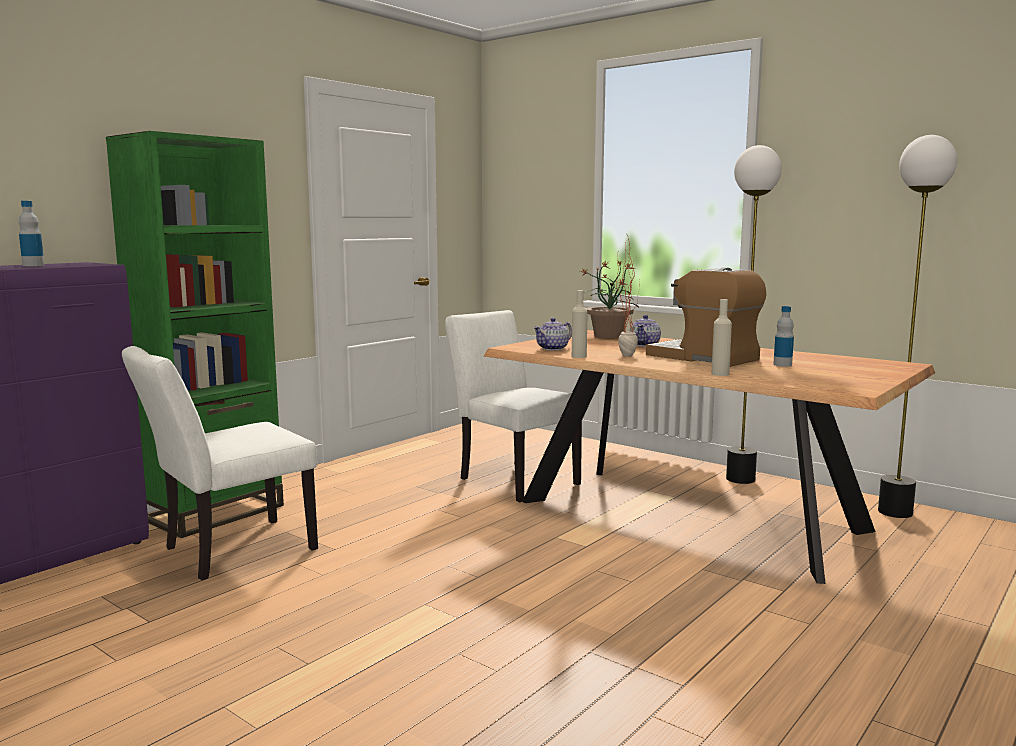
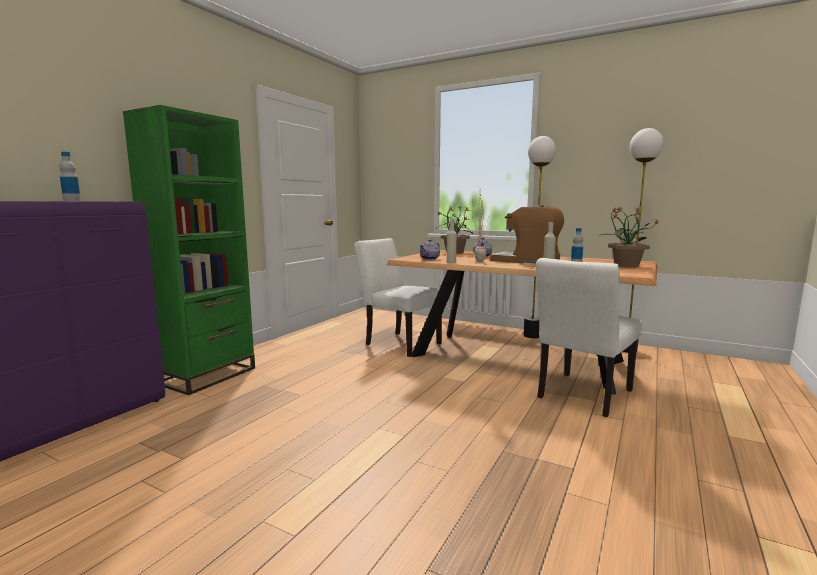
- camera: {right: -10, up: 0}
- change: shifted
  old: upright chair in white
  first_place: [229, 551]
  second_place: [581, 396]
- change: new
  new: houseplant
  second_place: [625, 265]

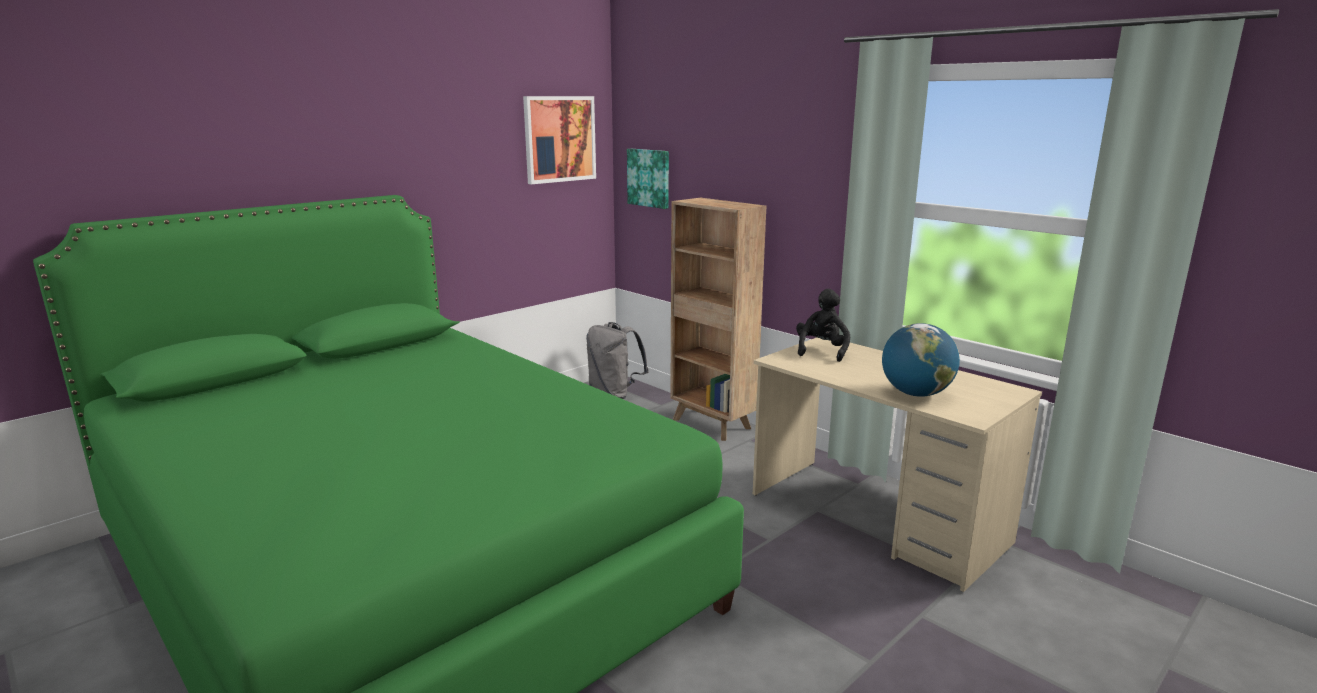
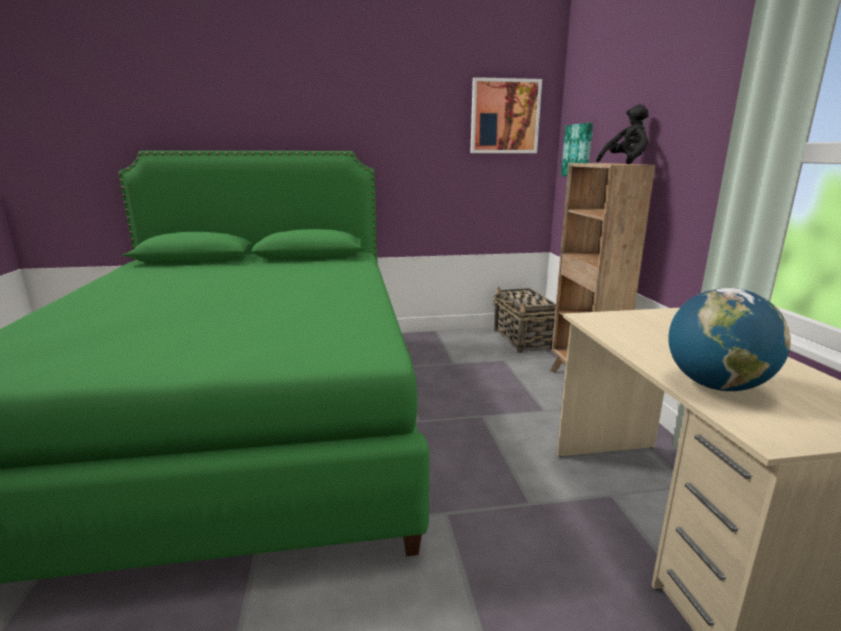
- camera: {right: 35, up: 0}
- change: swapped
  old: rucksack in gray
  new: basket
  first_place: [614, 394]
  second_place: [523, 339]
- change: shifted
  old: cuddly toy in blackish
  first_place: [821, 351]
  second_place: [625, 163]

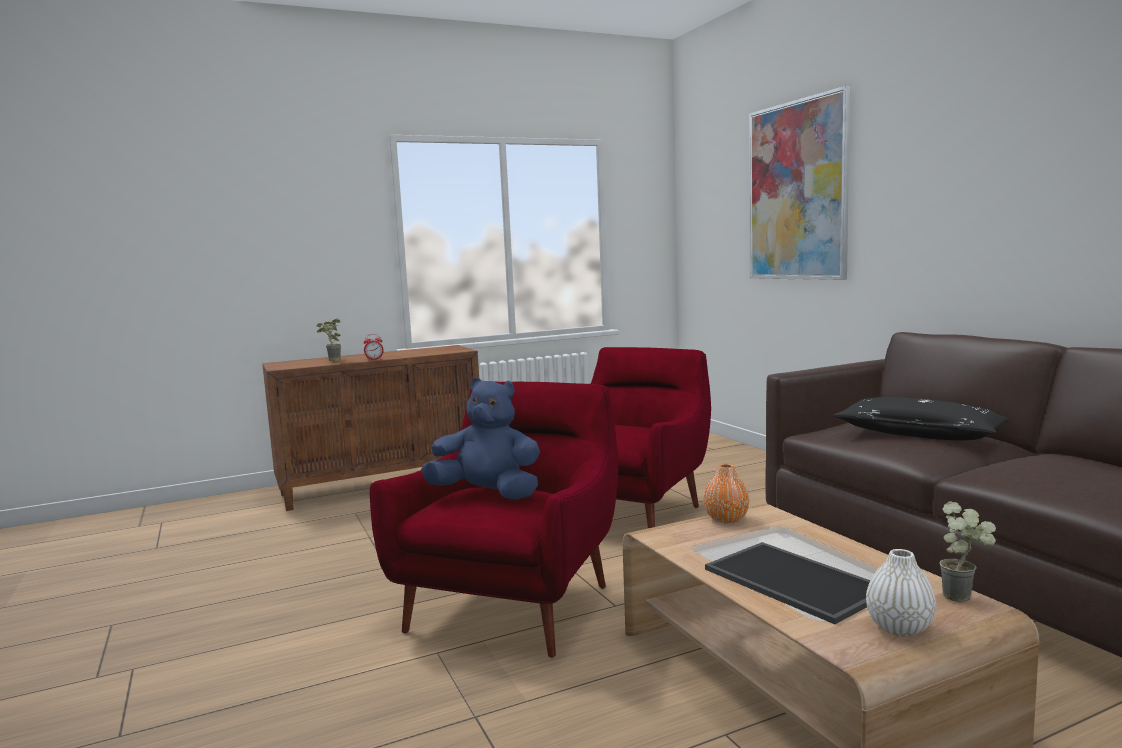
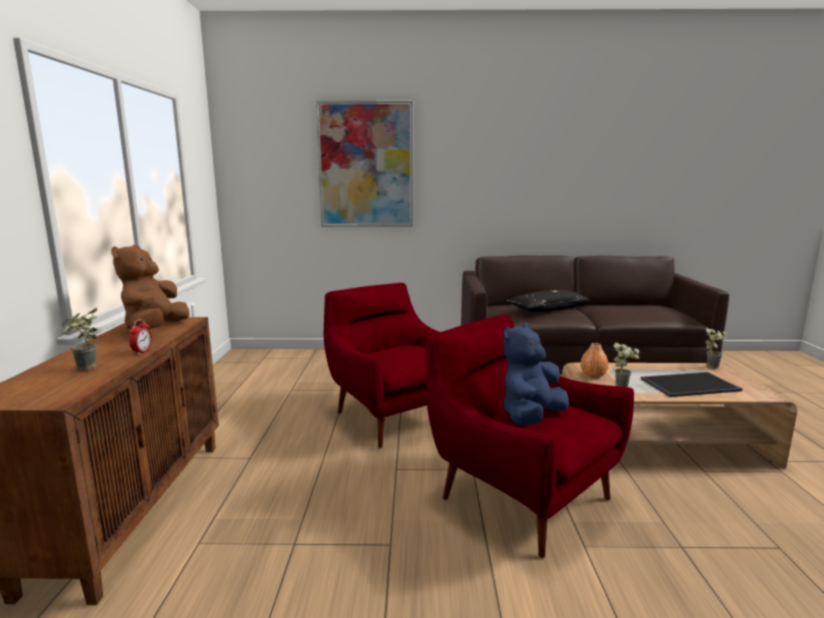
- camera: {right: -65, up: 5}
- change: gone
  old: flower vase in white
  first_place: [899, 628]
- change: new
  new: cuddly toy in brownish
  second_place: [155, 329]
- change: new
  new: houseplant
  second_place: [623, 385]

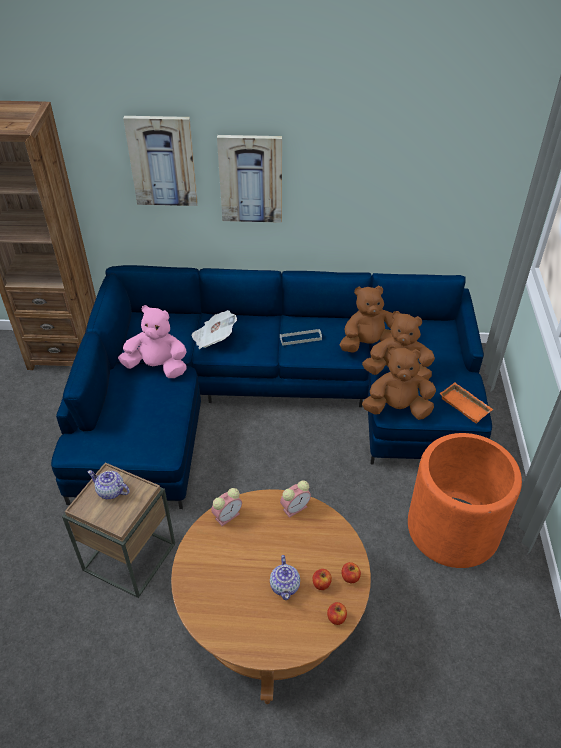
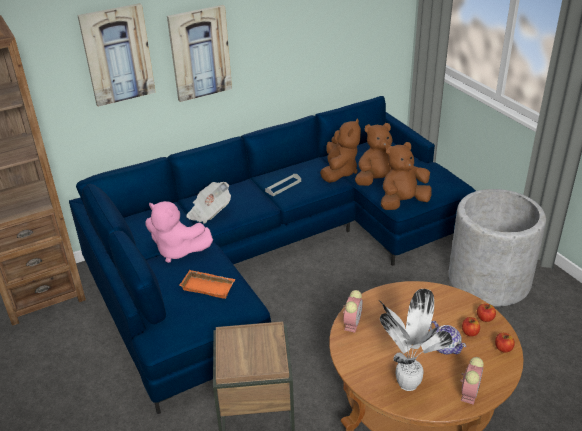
- camera: {right: -30, up: -10}
- change: gone
  old: teapot
  first_place: [111, 491]
- change: rotated
  old: cuddly toy in pink
  first_place: [157, 367]
  second_place: [177, 251]
  degrees: -135
- change: shifted
  old: table clock
  first_place: [295, 507]
  second_place: [469, 392]
- change: rotated
  old: cuddly toy in brownish
  first_place: [368, 344]
  second_place: [339, 172]
  degrees: 150
- change: repainted
  old: flower pot in orange-coloured
  new: flower pot in gray
  first_place: [452, 528]
  second_place: [488, 280]
- change: shifted
  old: tray in orange-coloured
  first_place: [466, 405]
  second_place: [209, 286]
- change: new
  new: houseplant
  second_place: [405, 384]

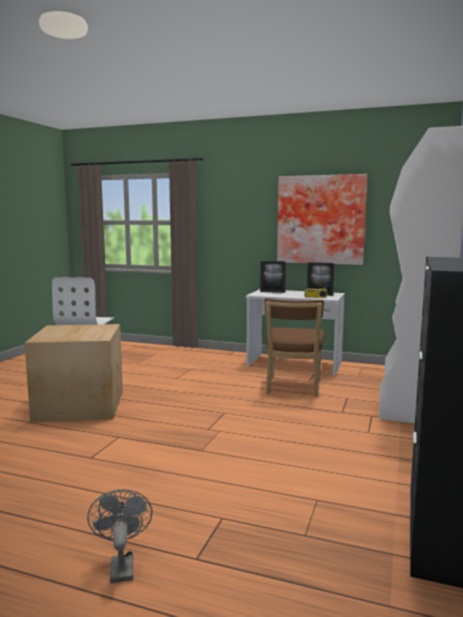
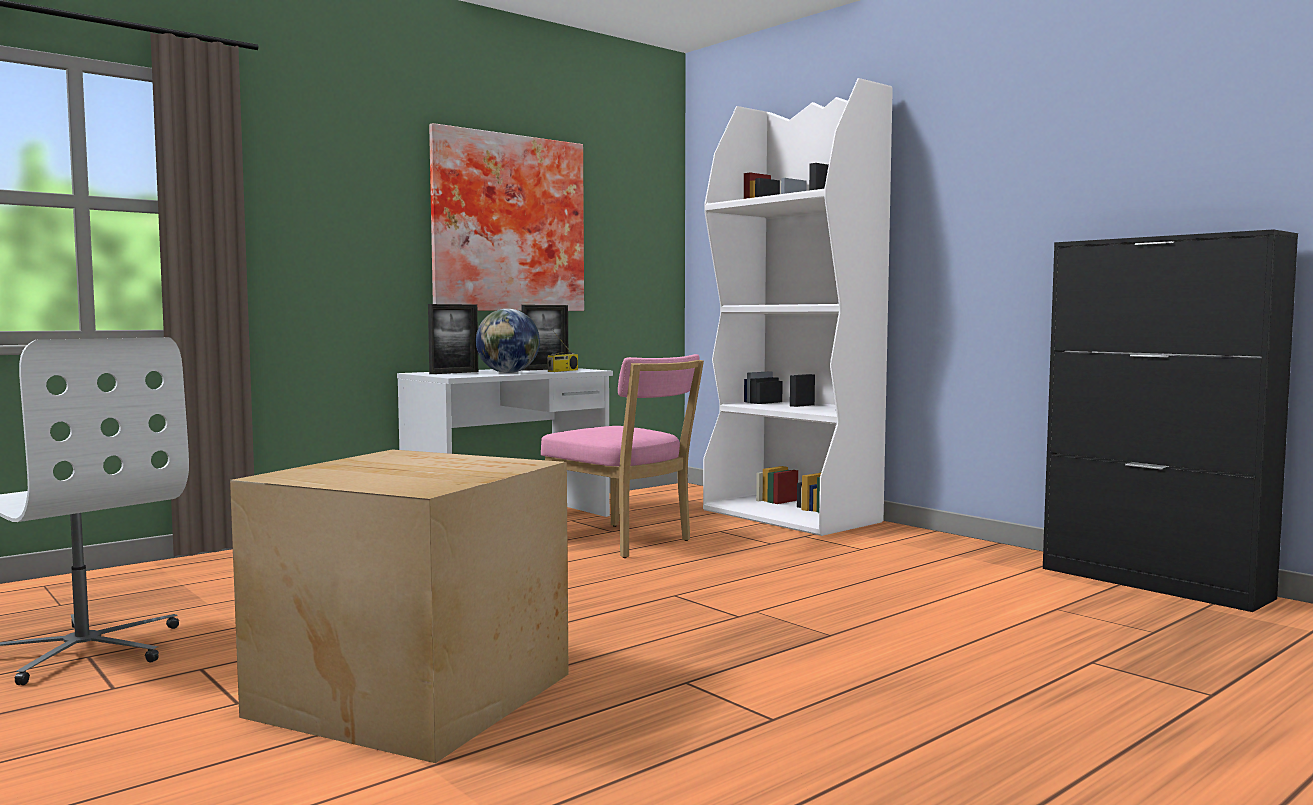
- camera: {right: -60, up: -5}
- change: gone
  old: fan in gray
  first_place: [121, 565]
- change: repainted
  old: upright chair in brownish
  new: upright chair in pink
  first_place: [293, 387]
  second_place: [623, 542]
- change: new
  new: globe
  second_place: [508, 373]

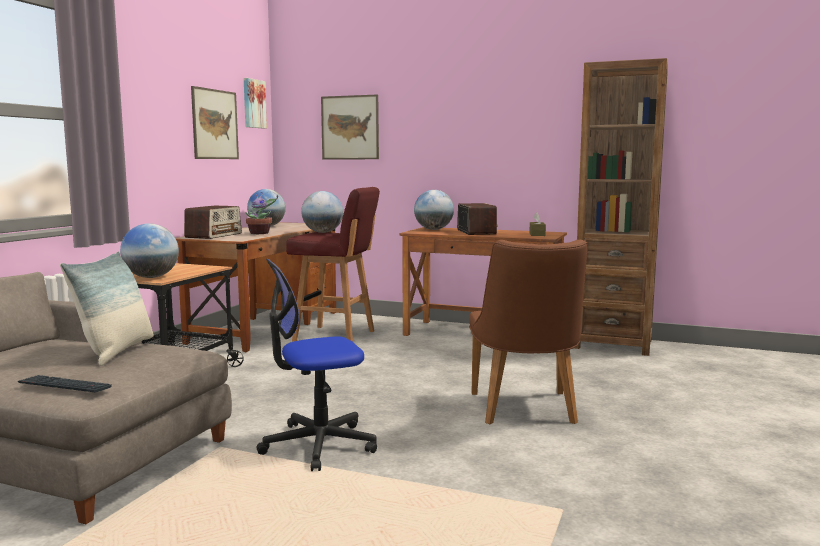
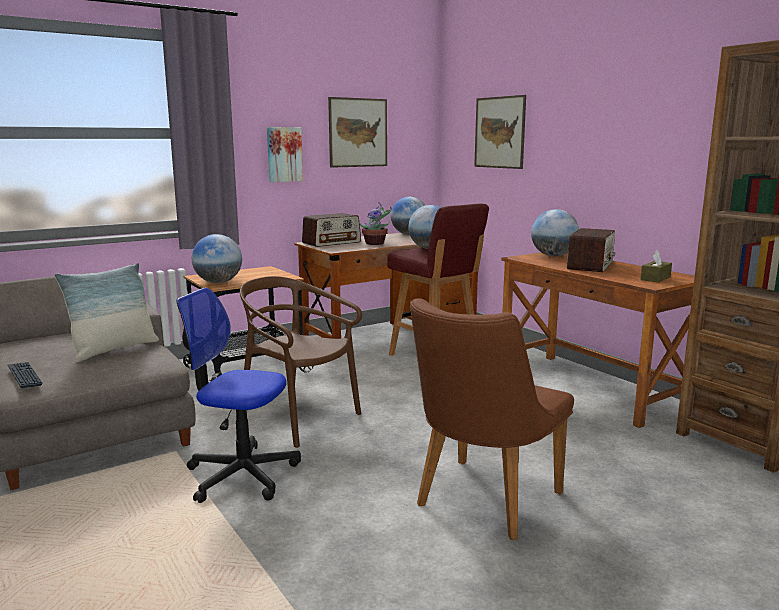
- camera: {right: 35, up: 5}
- change: shifted
  old: wall art
  first_place: [253, 103]
  second_place: [284, 154]
- change: new
  new: upright chair in brownish
  second_place: [299, 419]

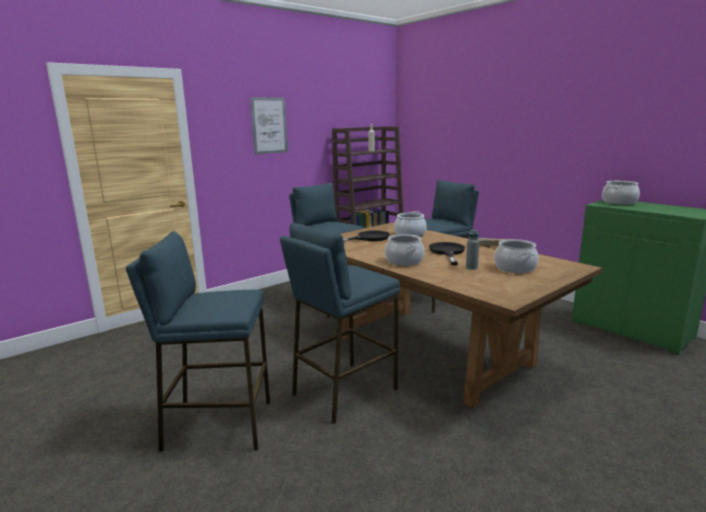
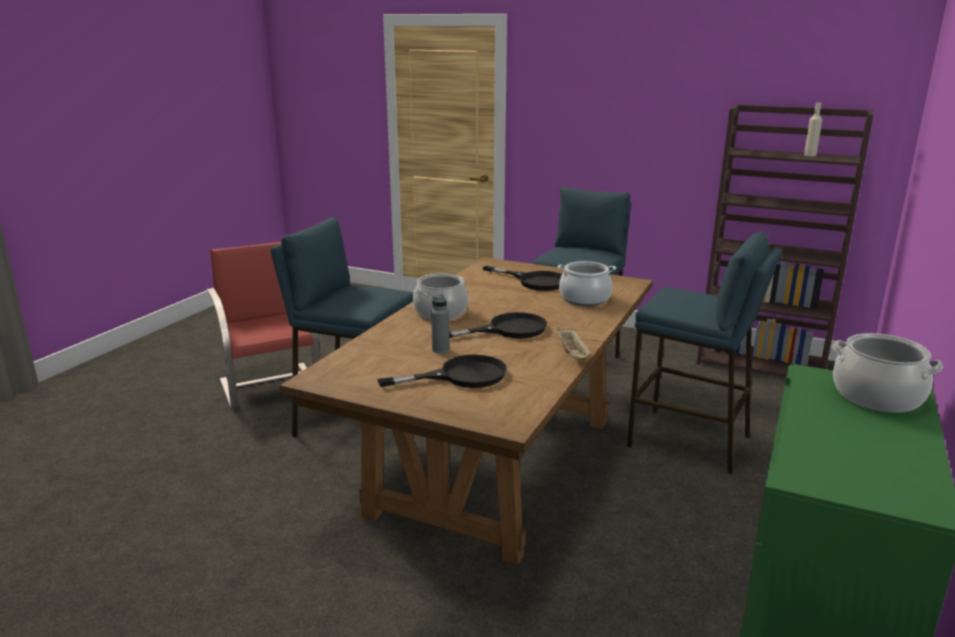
- camera: {right: 65, up: 5}
- change: swapped
  old: sitting stool in bluish
  new: upright chair in reddish
  first_place: [217, 425]
  second_place: [270, 385]
- change: gone
  old: wall art
  first_place: [269, 125]
- change: swapped
  old: saucepot
  new: frying pan in blackish
  first_place: [514, 268]
  second_place: [461, 376]

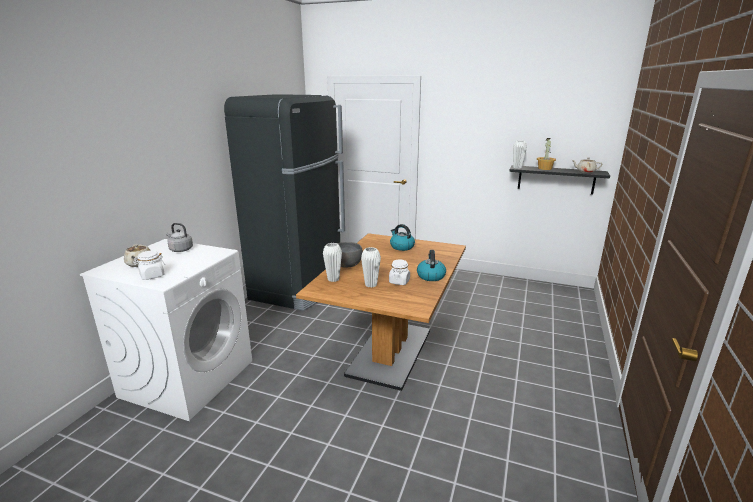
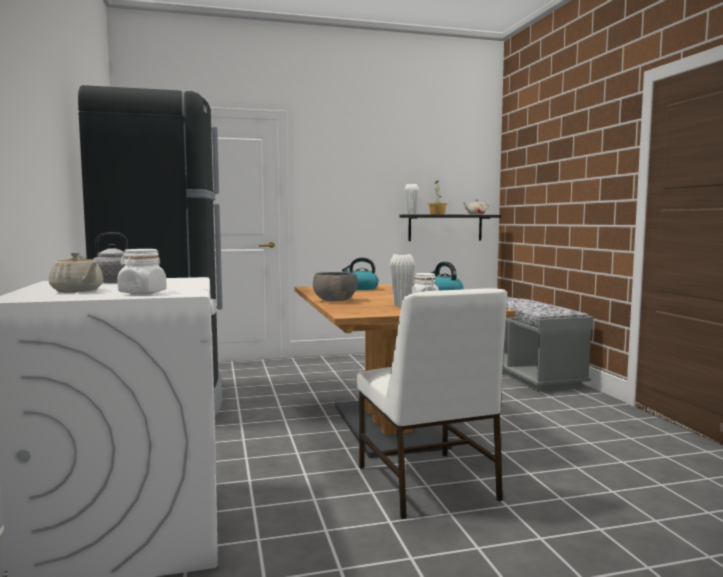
- camera: {right: -35, up: -15}
- change: gone
  old: flower vase in white
  first_place: [333, 279]
- change: new
  new: upright chair in white
  second_place: [426, 484]
- change: new
  new: indoor bench in gray
  second_place: [530, 375]

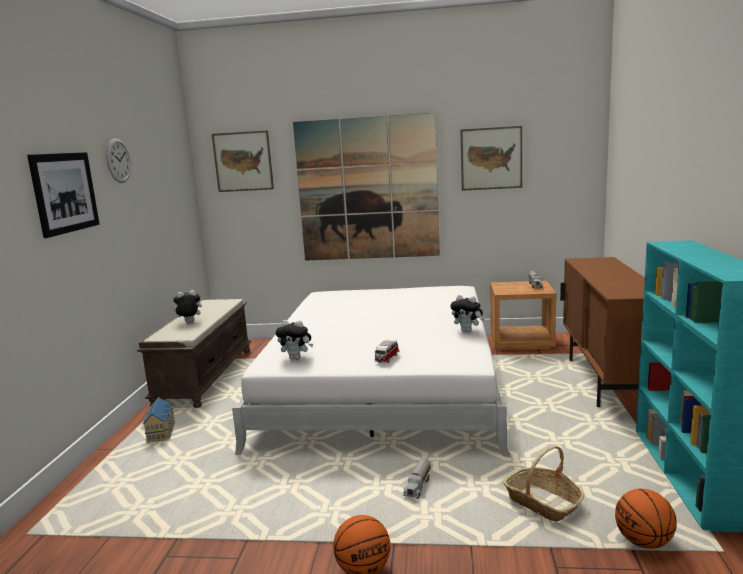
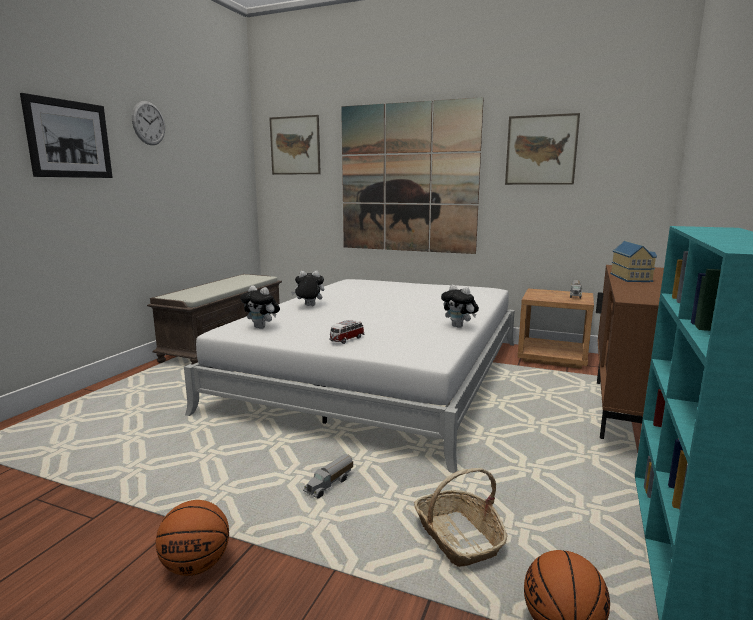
- camera: {right: 15, up: 0}
- change: shifted
  old: toy house
  first_place: [162, 432]
  second_place: [632, 277]
- change: shifted
  old: cuddly toy
  first_place: [189, 322]
  second_place: [309, 306]

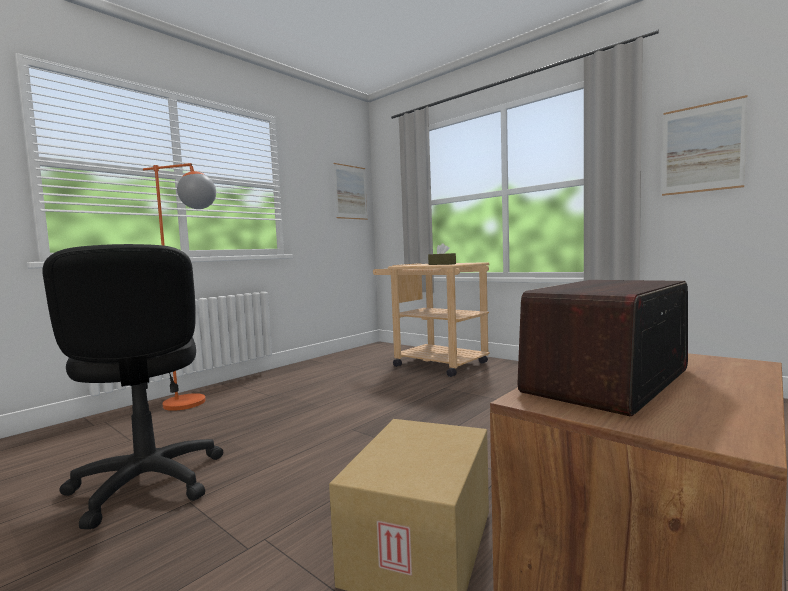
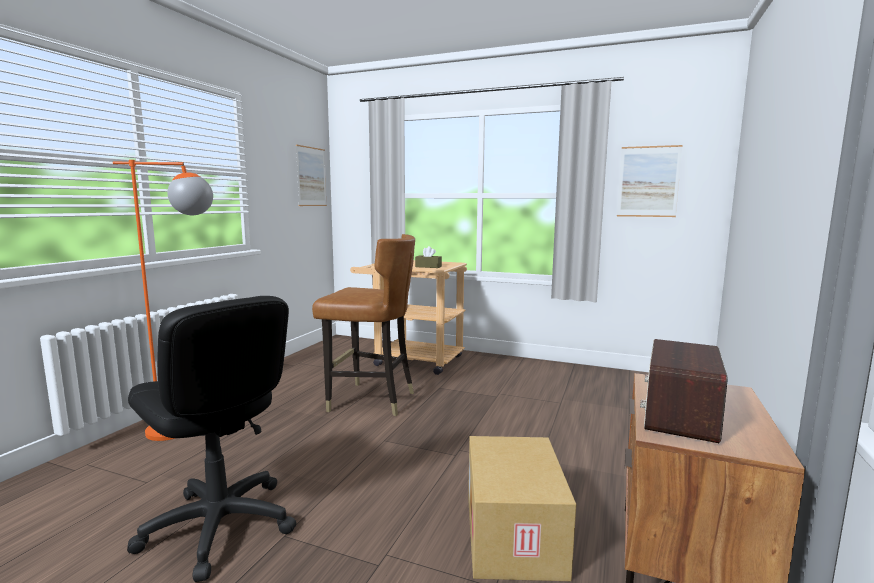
- camera: {right: -20, up: 5}
- change: new
  new: upright chair in brownish
  second_place: [370, 400]

